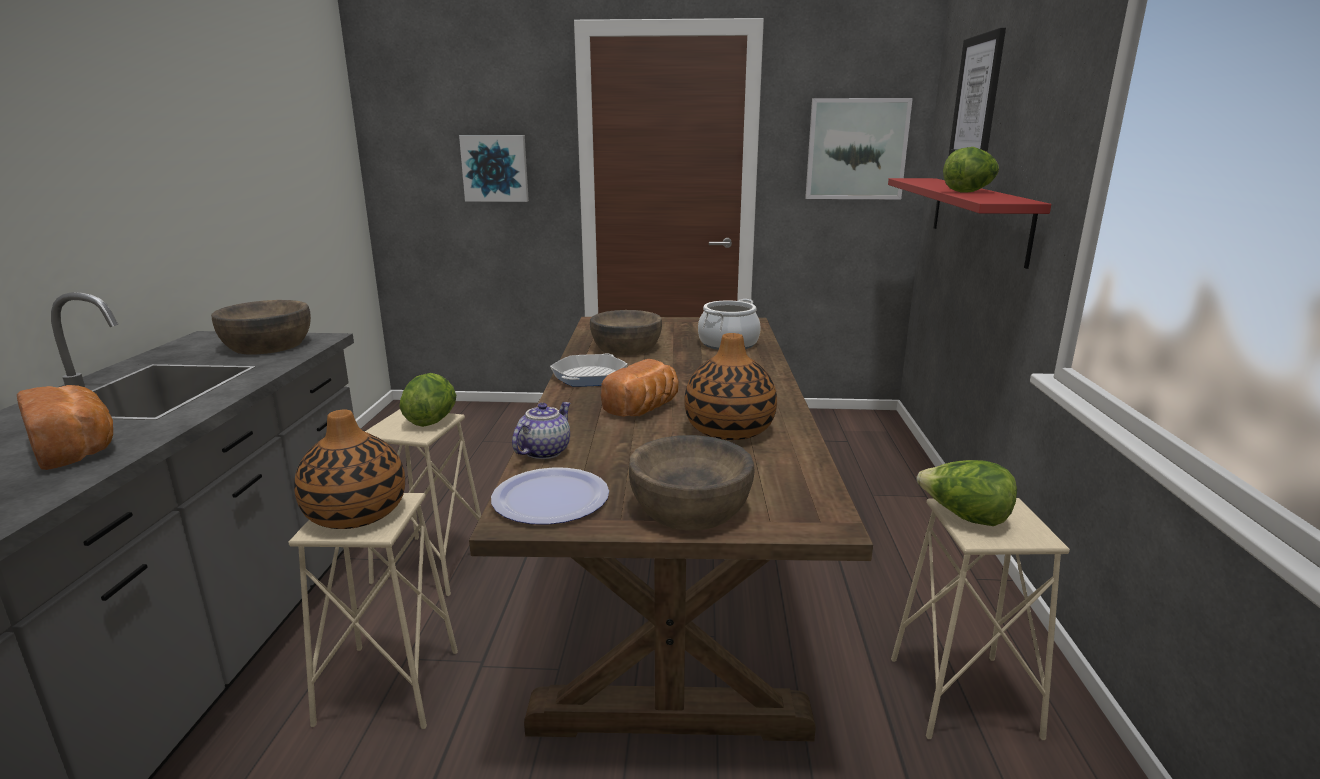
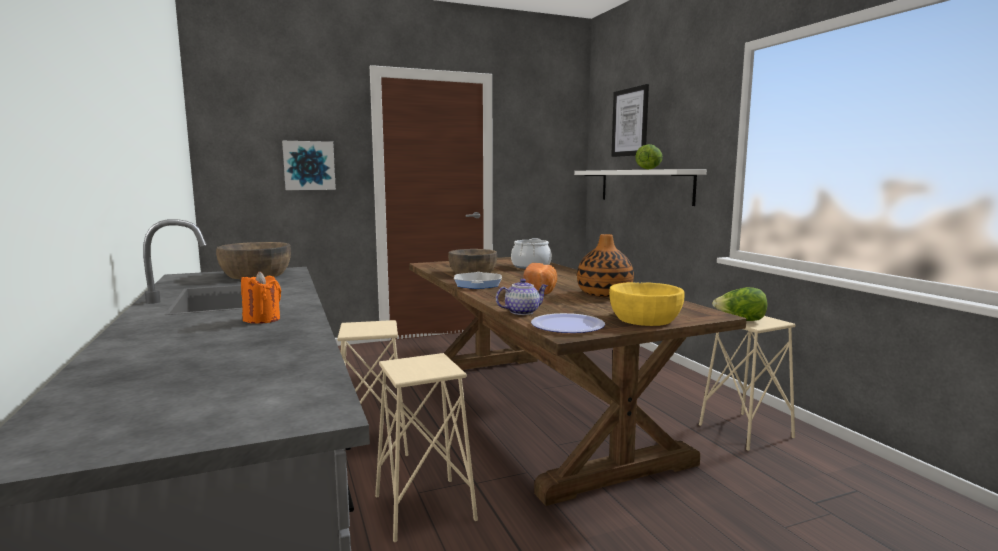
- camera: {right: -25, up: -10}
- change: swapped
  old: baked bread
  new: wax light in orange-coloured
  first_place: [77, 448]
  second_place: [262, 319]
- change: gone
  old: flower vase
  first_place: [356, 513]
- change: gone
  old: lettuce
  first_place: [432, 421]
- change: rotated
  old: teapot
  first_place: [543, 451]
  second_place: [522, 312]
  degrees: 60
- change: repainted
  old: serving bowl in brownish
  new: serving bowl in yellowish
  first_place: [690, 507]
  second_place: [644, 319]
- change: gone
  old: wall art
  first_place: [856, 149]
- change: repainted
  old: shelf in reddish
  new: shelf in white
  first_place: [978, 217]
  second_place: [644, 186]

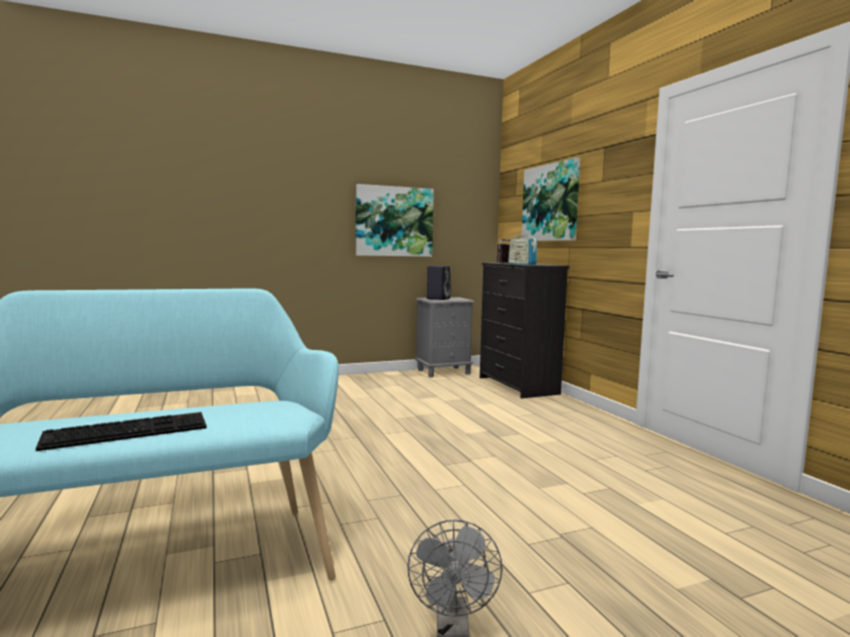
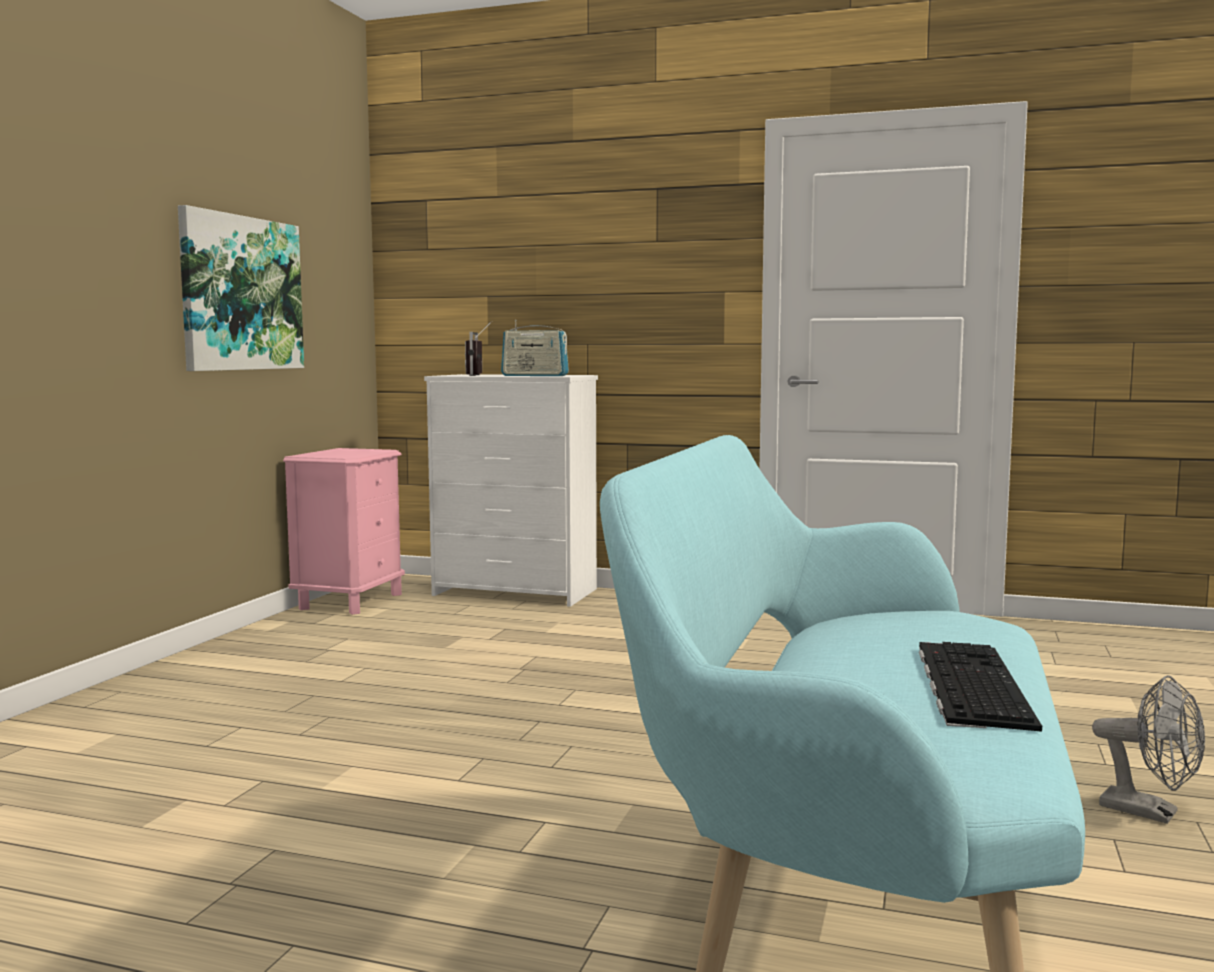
- camera: {right: -50, up: 0}
- change: repainted
  old: night table in gray
  new: night table in pink
  first_place: [444, 372]
  second_place: [351, 601]
- change: gone
  old: audio speaker in blackish
  first_place: [438, 299]
- change: repainted
  old: dresser in blackish
  new: dresser in white
  first_place: [517, 386]
  second_place: [516, 592]
- change: gone
  old: wall art
  first_place: [550, 203]

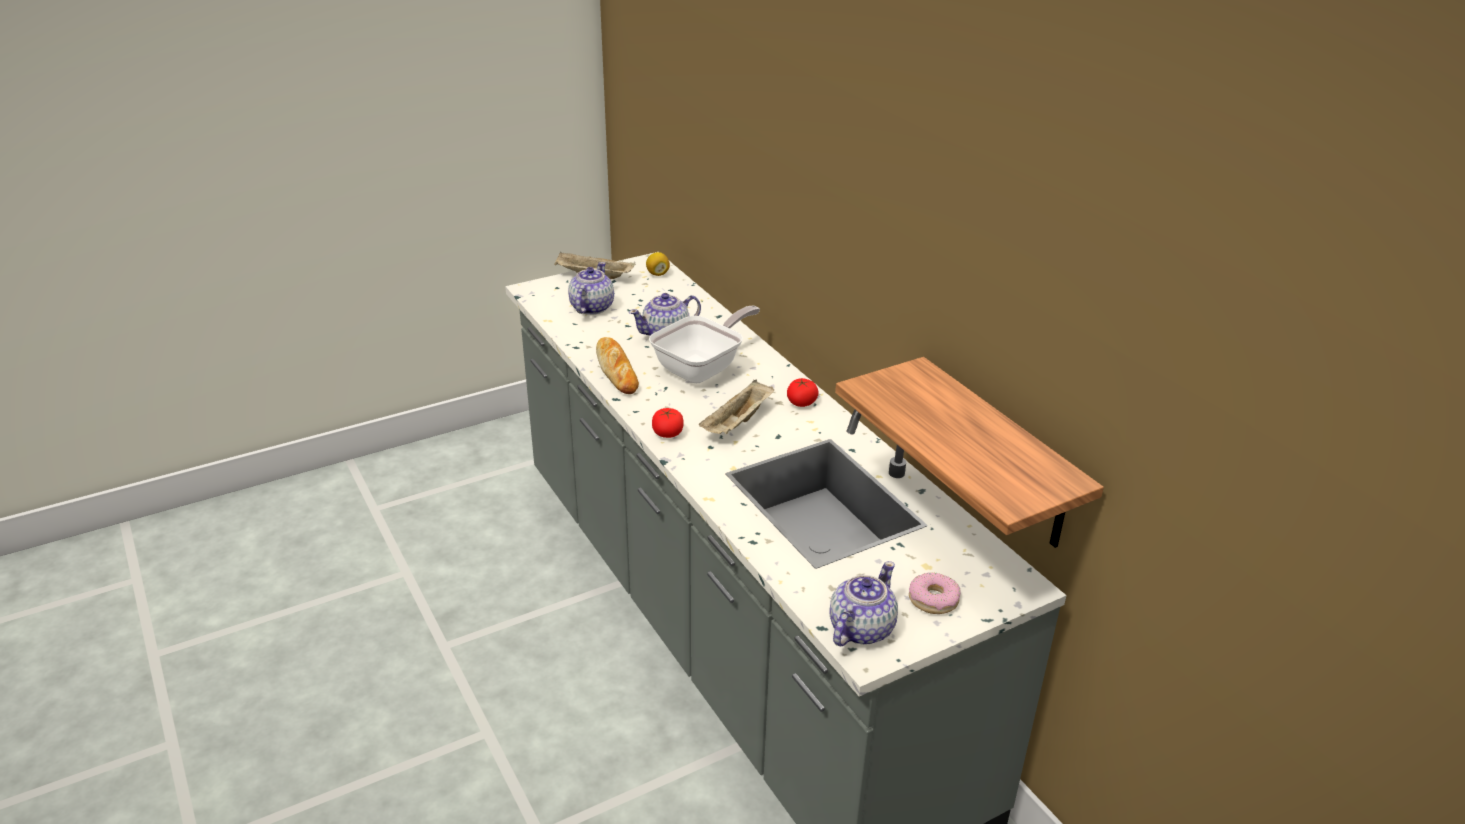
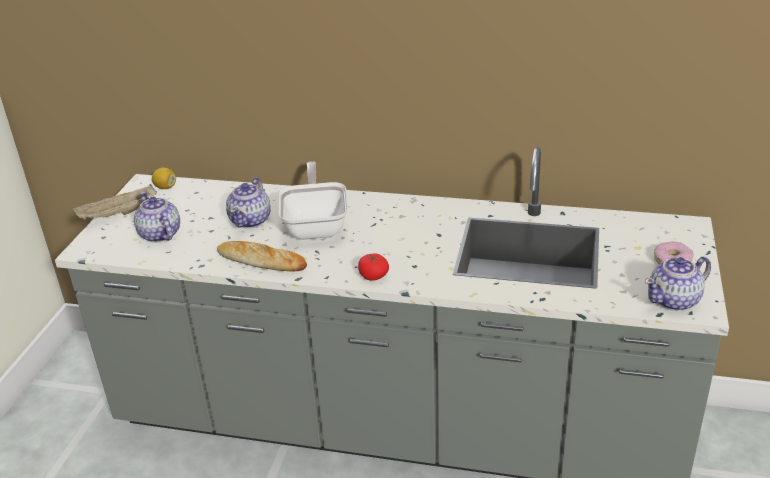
- camera: {right: -45, up: 0}
- change: gone
  old: tray in sand-coloured
  first_place: [737, 423]
- change: gone
  old: whole tomato
  first_place: [801, 402]
- change: rotated
  old: teapot
  first_place: [860, 629]
  second_place: [675, 300]
  degrees: -105
- change: gone
  old: shelf
  first_place: [999, 456]

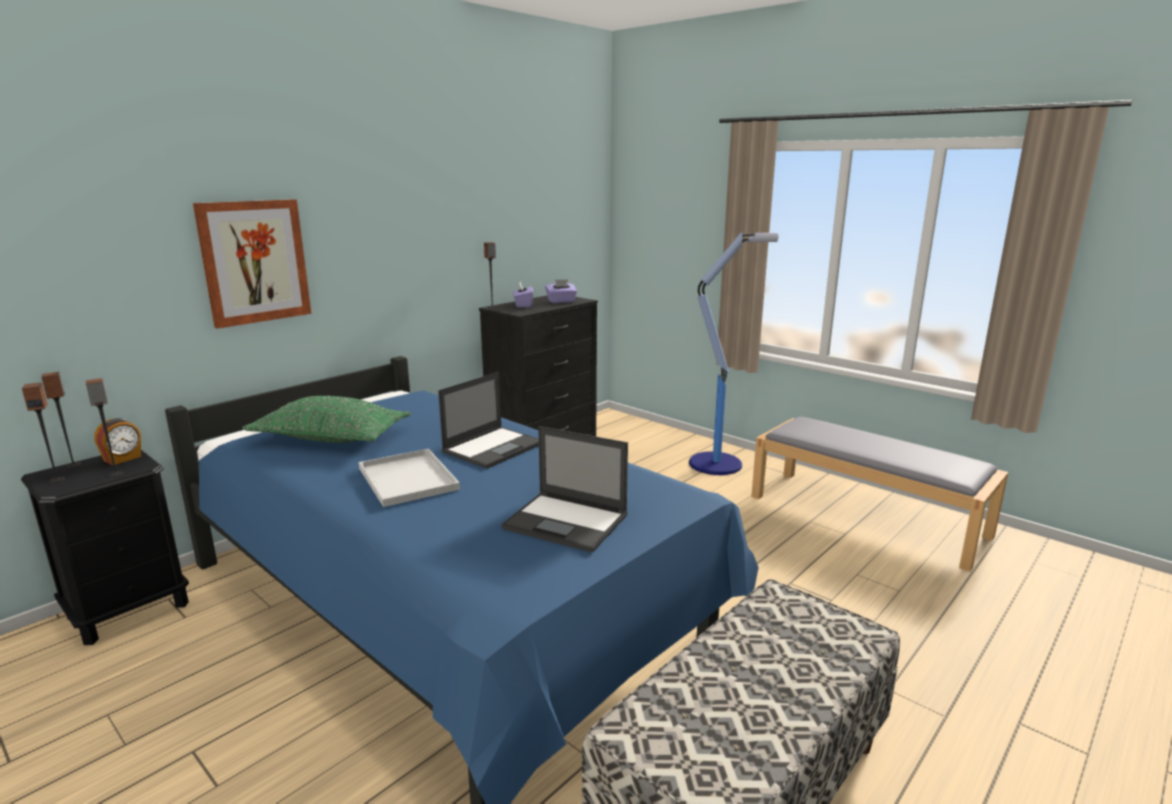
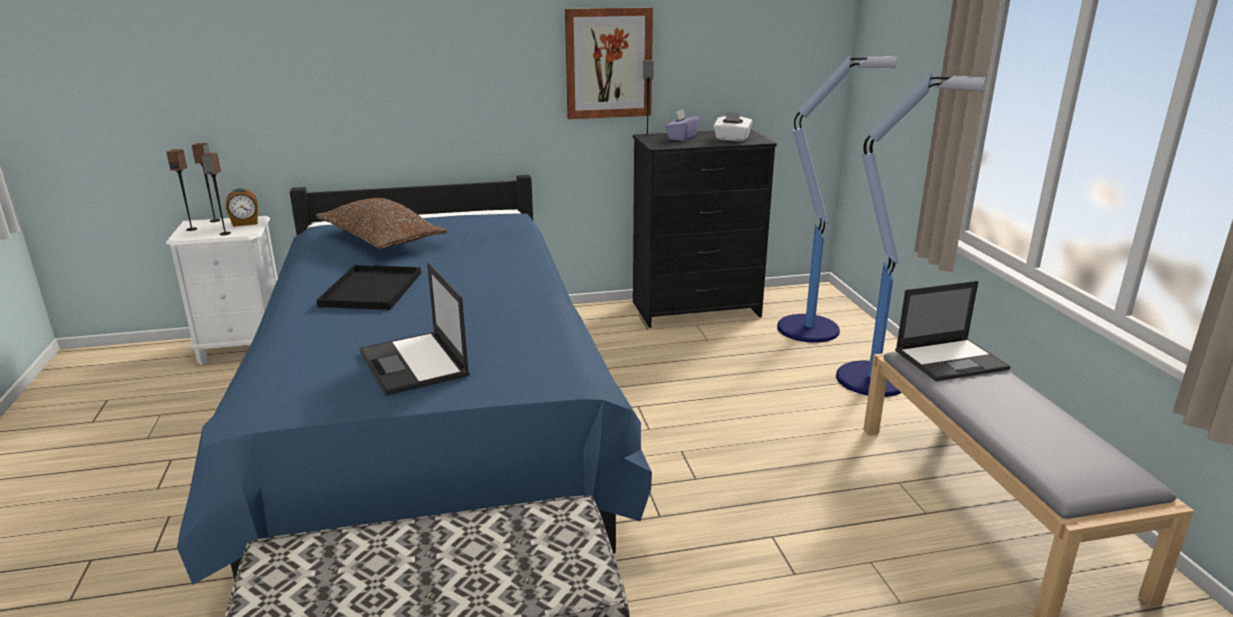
- camera: {right: 35, up: 5}
- change: repainted
  old: night table in blackish
  new: night table in white
  first_place: [129, 610]
  second_place: [243, 348]
- change: shifted
  old: wall art
  first_place: [254, 262]
  second_place: [608, 63]
- change: repainted
  old: cushion in green-coloured
  new: cushion in brownish
  first_place: [330, 438]
  second_place: [381, 240]
- change: repainted
  old: tray in white
  new: tray in blackish
  first_place: [406, 478]
  second_place: [371, 288]
- change: shifted
  old: portable computer
  first_place: [494, 447]
  second_place: [951, 359]
- change: repainted
  old: box of tissues in purple-coloured
  new: box of tissues in white
  first_place: [561, 301]
  second_place: [731, 139]
- change: new
  new: standard lamp
  second_place: [811, 329]

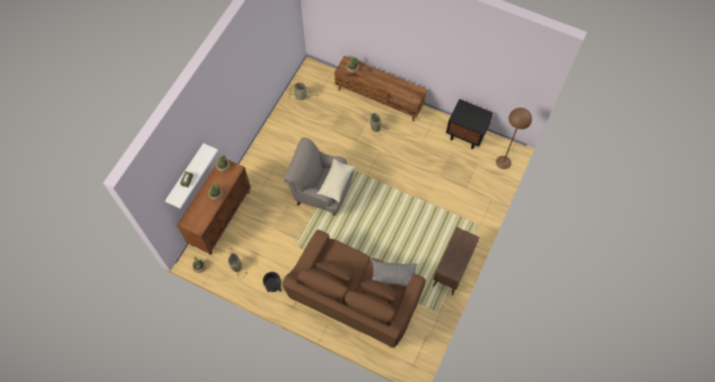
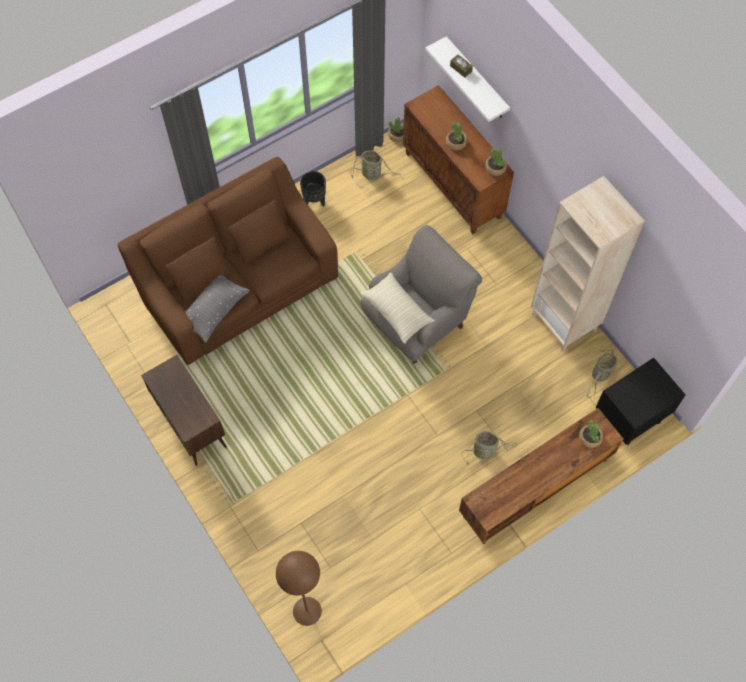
- camera: {right: 120, up: 0}
- change: shifted
  old: night table in blackish
  first_place: [466, 135]
  second_place: [629, 418]
- change: new
  new: bookcase in sand-coloured
  second_place: [564, 322]

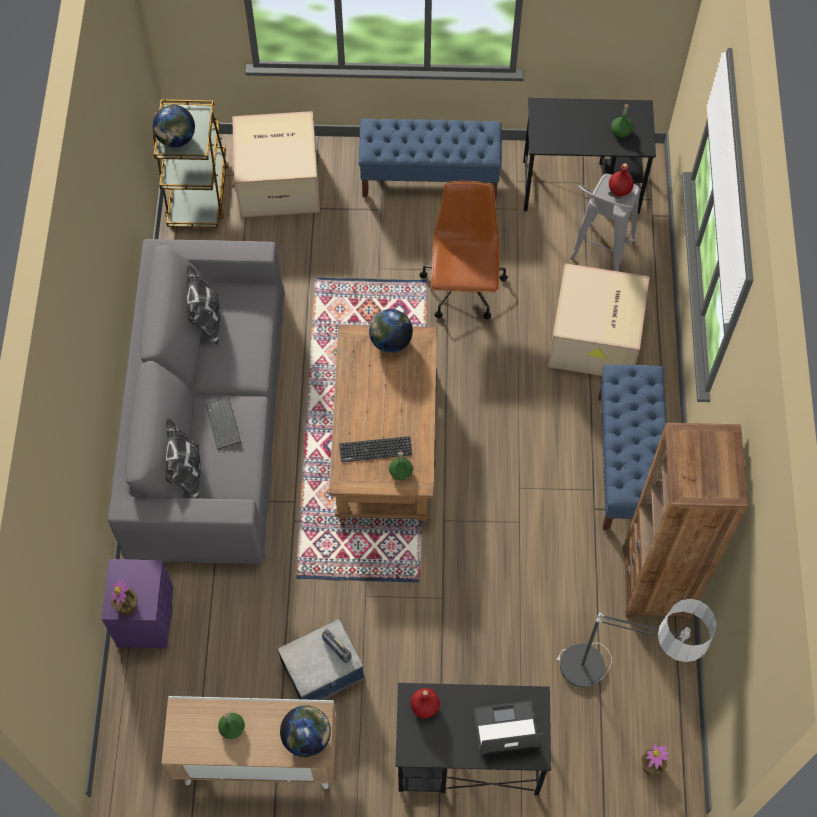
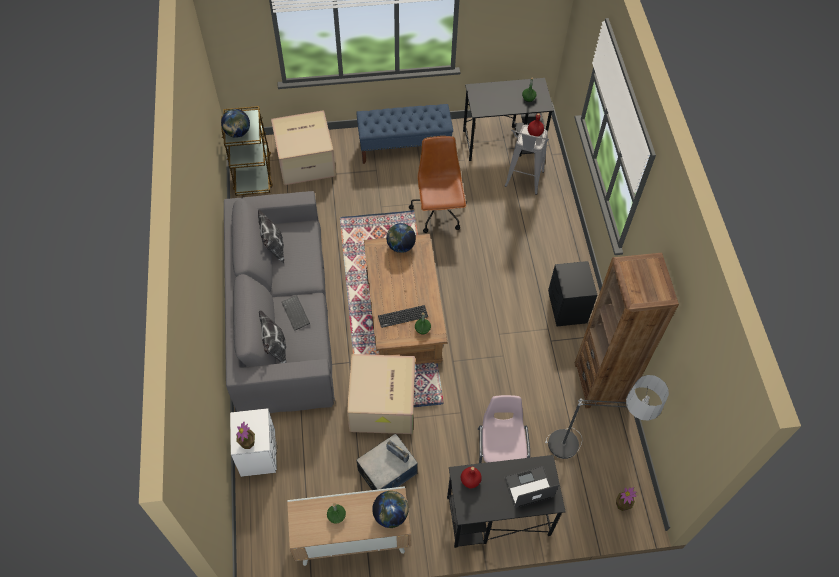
- camera: {right: -10, up: -5}
- change: repainted
  old: night table in purple-coloured
  new: night table in white
  first_place: [147, 617]
  second_place: [259, 453]
- change: shifted
  old: carton
  first_place: [595, 339]
  second_place: [383, 405]
- change: swapped
  old: indoor bench in bluish
  new: night table in blackish
  first_place: [627, 463]
  second_place: [566, 309]
- change: new
  new: upright chair in pink
  second_place: [501, 450]

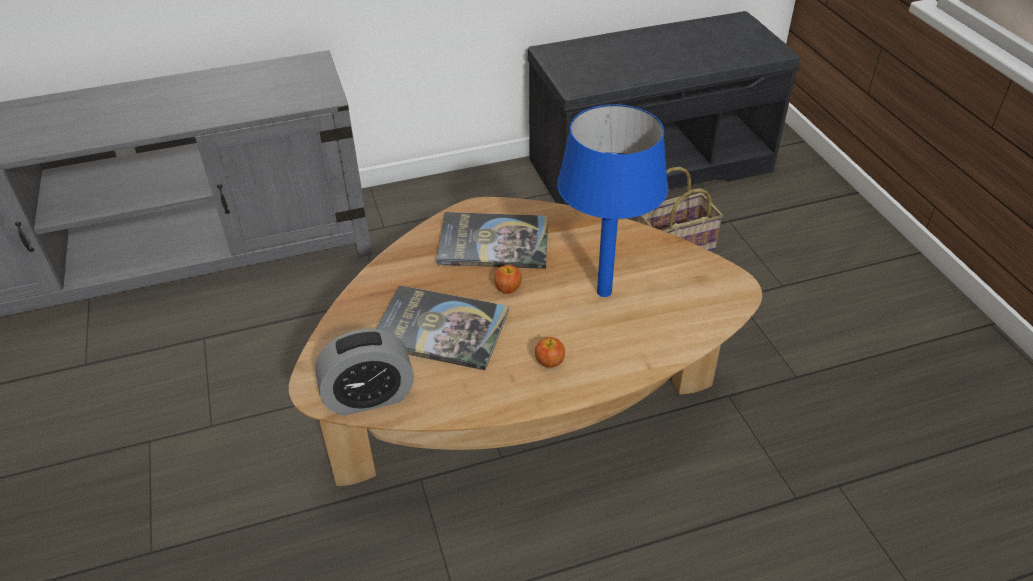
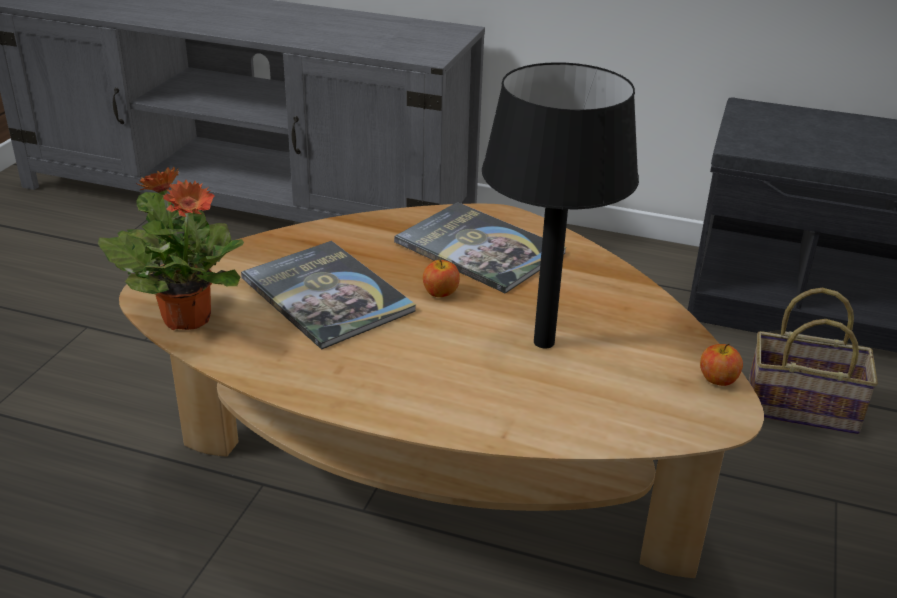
- camera: {right: 35, up: -10}
- change: swapped
  old: table clock
  new: houseplant
  first_place: [369, 397]
  second_place: [186, 317]
- change: shifted
  old: apple
  first_place: [549, 362]
  second_place: [717, 380]
- change: repainted
  old: lamp for a table in bluish
  new: lamp for a table in blackish
  first_place: [603, 292]
  second_place: [543, 342]

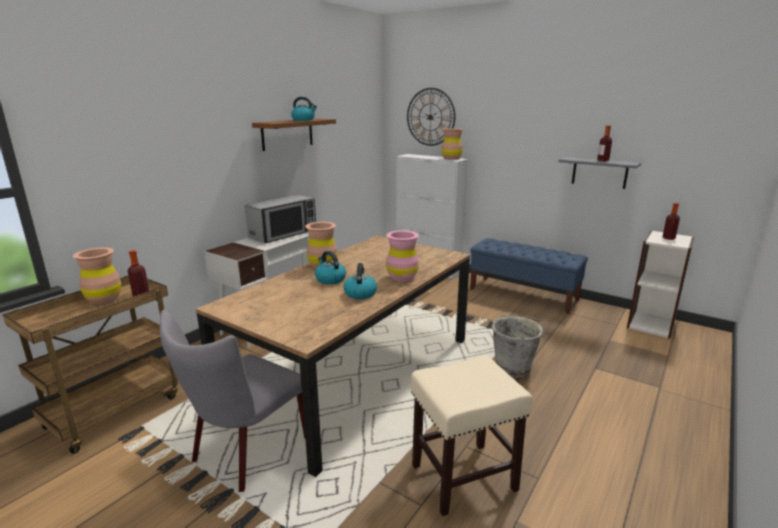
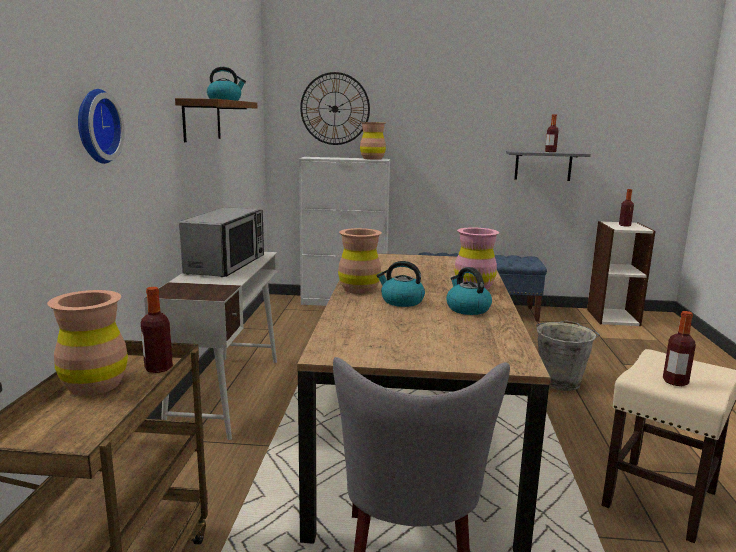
- camera: {right: -30, up: -5}
- change: new
  new: wall clock
  second_place: [95, 126]
- change: new
  new: drink bottle
  second_place: [675, 382]

